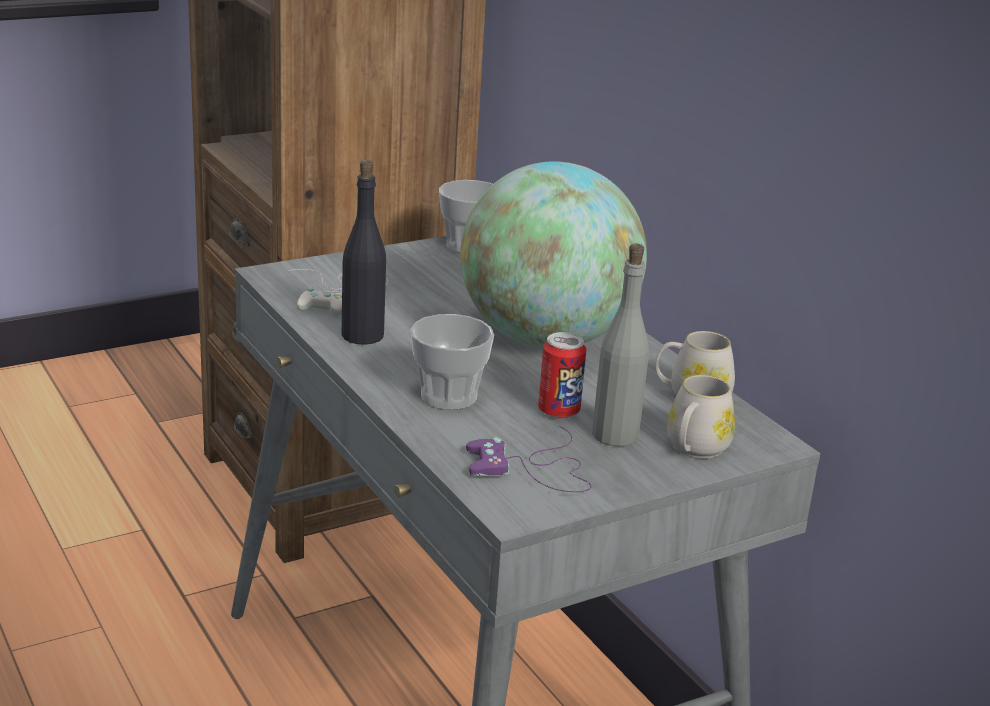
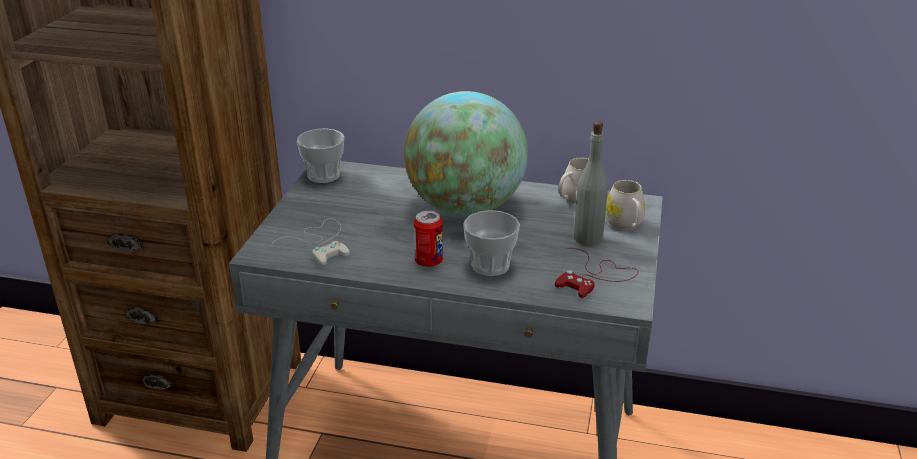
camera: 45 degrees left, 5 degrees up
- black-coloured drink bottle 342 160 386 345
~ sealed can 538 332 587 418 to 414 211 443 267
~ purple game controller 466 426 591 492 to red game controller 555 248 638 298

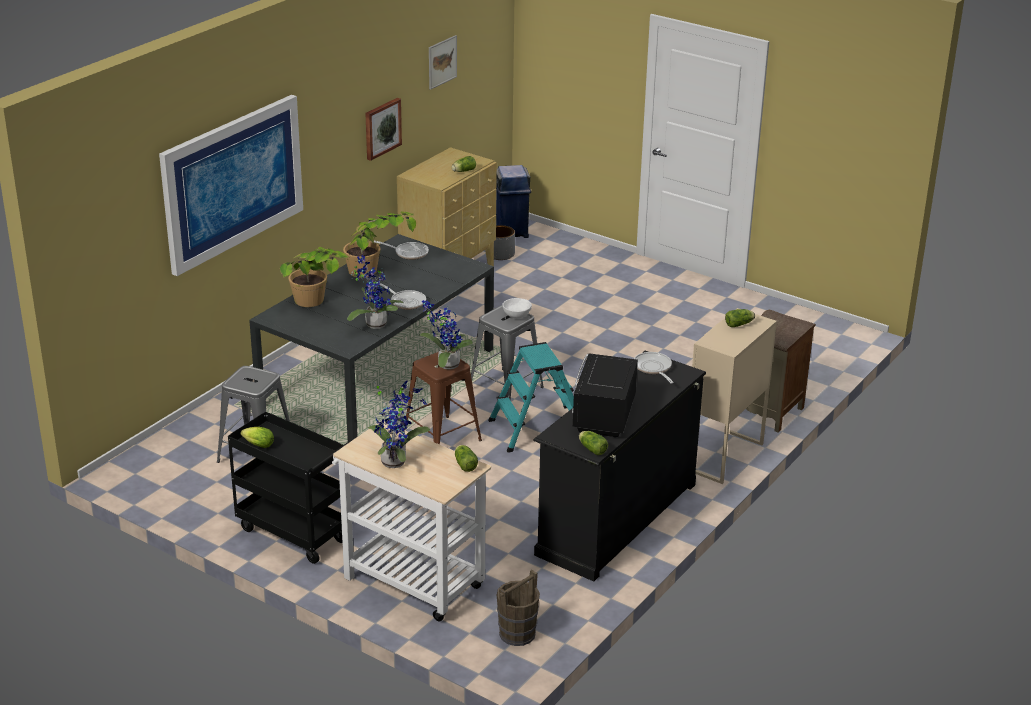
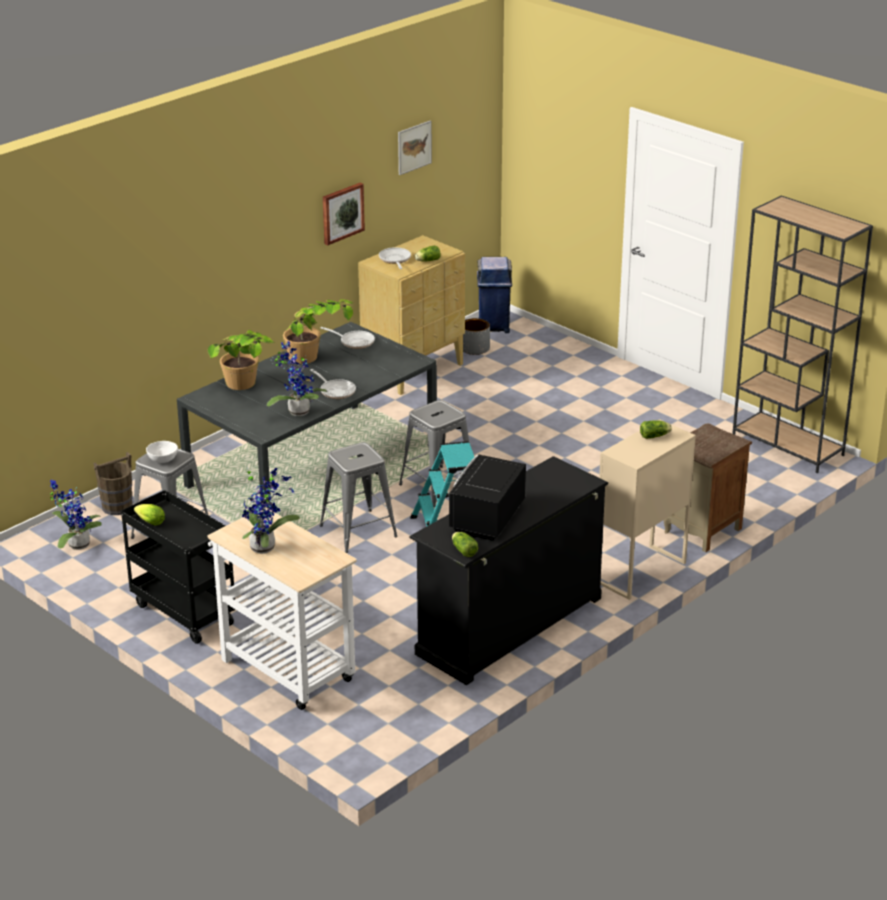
camera: 10 degrees right, 0 degrees up
- picture 159 95 303 276
- lettuce head 455 445 478 472
+ bookcase 732 196 873 473
~ potted plant 419 300 473 370 to 50 480 102 550
~ brown-coloured bucket 497 570 540 646 to 93 452 133 515
~ white-coloured deep dish 502 298 532 318 to 146 441 178 463
~ skillet 634 352 674 384 to 379 247 411 269
~ brown-coloured stool seat 406 352 482 445 to greyish stool seat 320 442 398 553

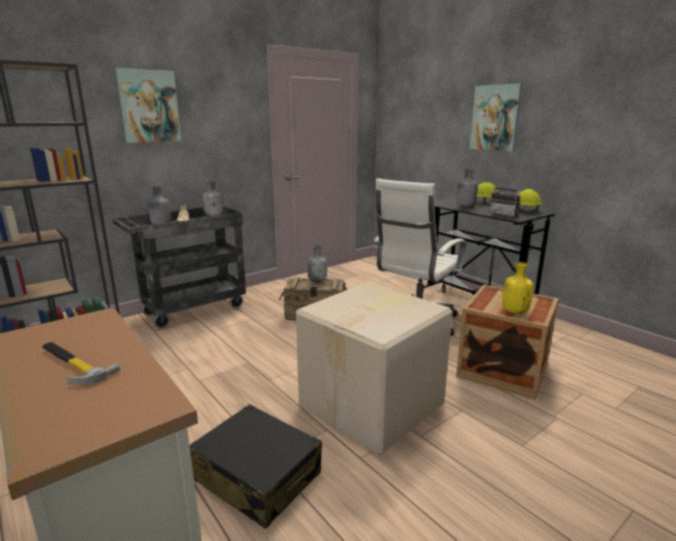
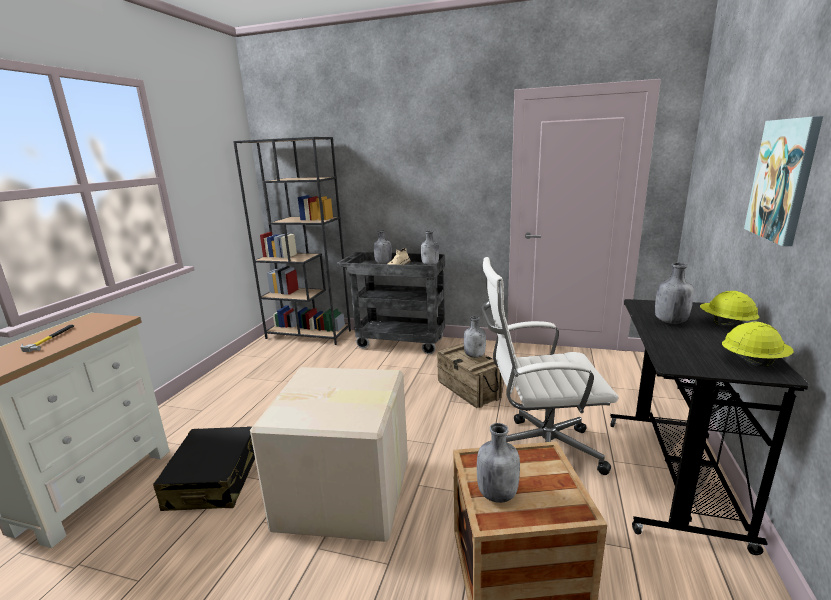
camera: 55 degrees right, 0 degrees up
- picture 114 68 181 143
- radio receiver 489 180 521 217
~ yellow drink bottle 502 262 533 314 to greyish drink bottle 477 423 520 503

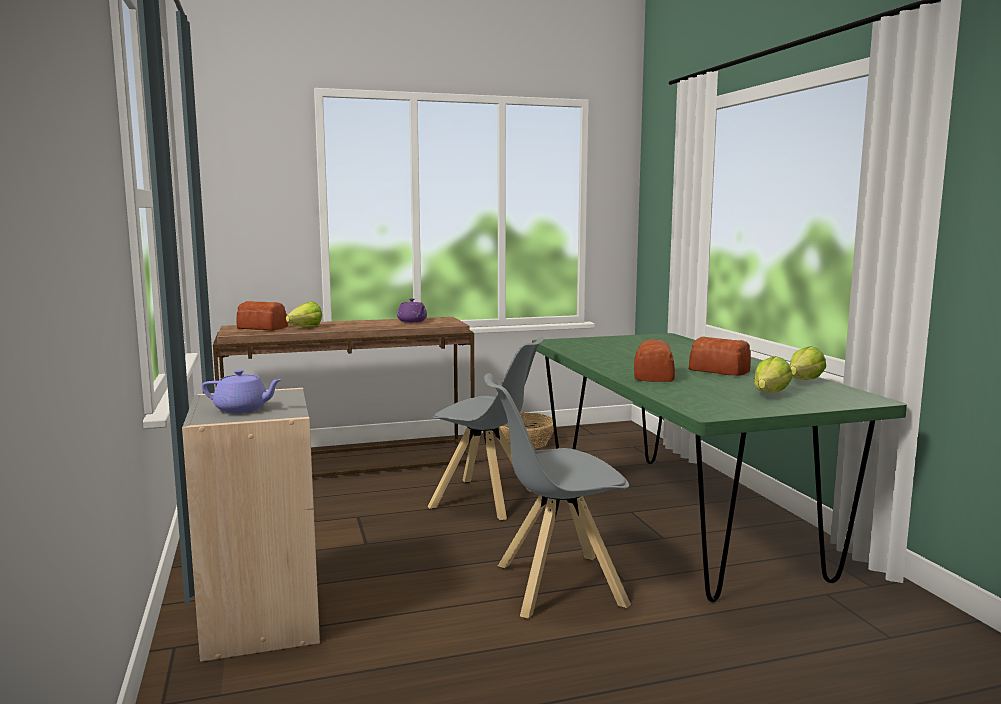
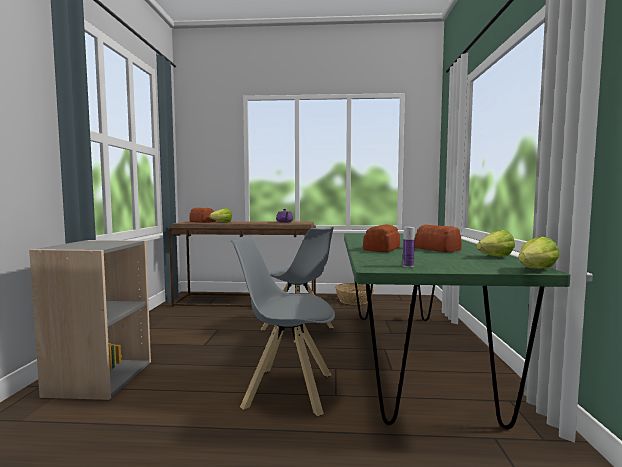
camera: 20 degrees right, 5 degrees down
- purple pot for tea 202 370 283 413
+ drink bottle 403 227 415 267
~ lettuce head 754 356 793 392 to 519 236 559 269

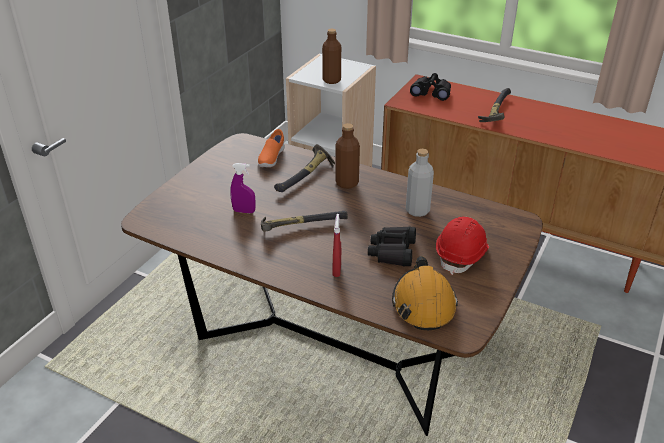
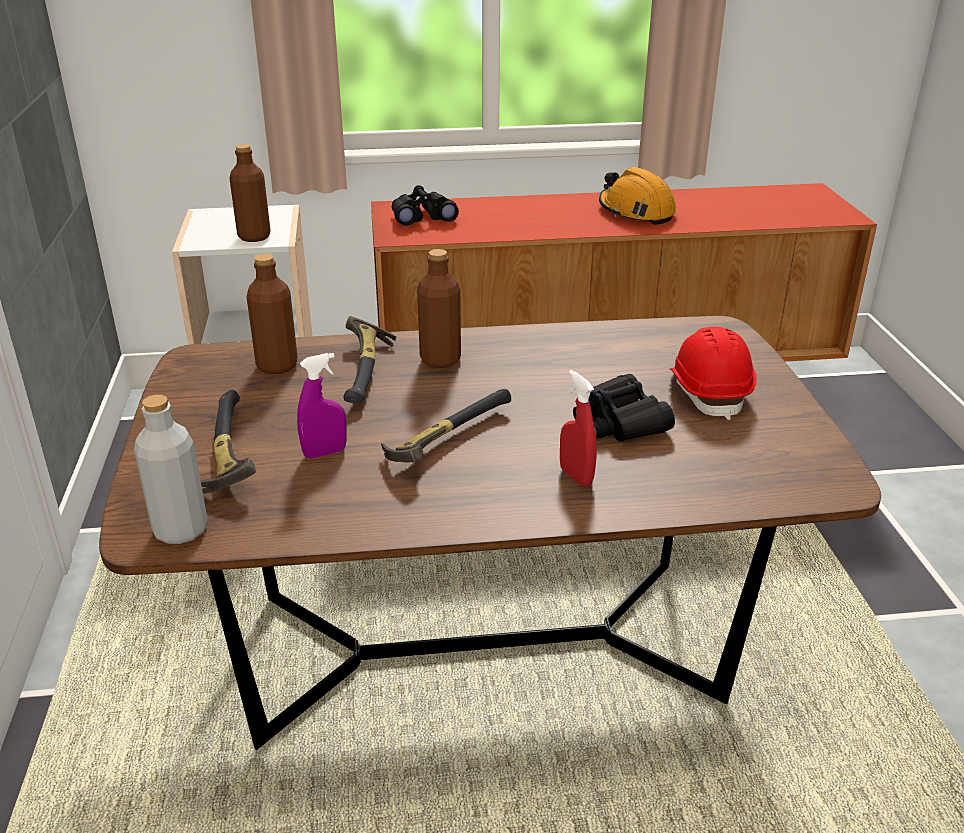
camera: 35 degrees left, 5 degrees down
~ orangey work helmet 392 256 458 330 to 599 167 676 225
~ greyish drink bottle 406 149 434 217 to 134 395 208 544
~ tool hammer 478 88 511 122 to 201 390 256 494
~ orangey item of footwear 258 129 285 167 to brown-coloured drink bottle 247 254 298 374

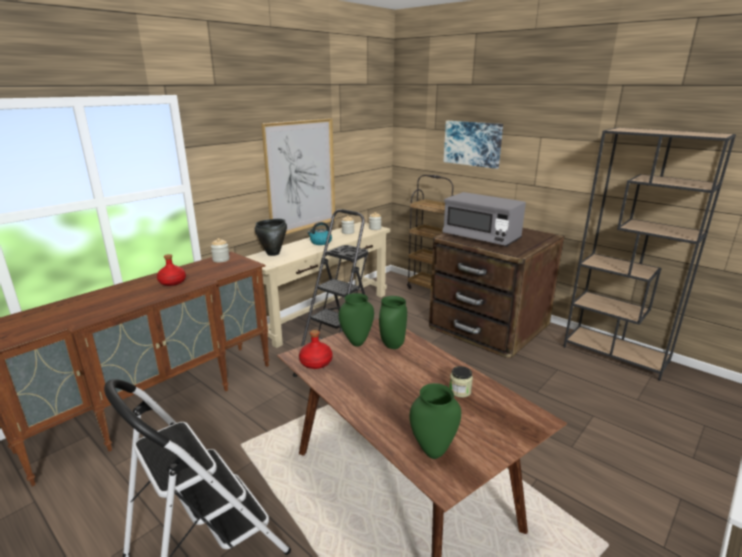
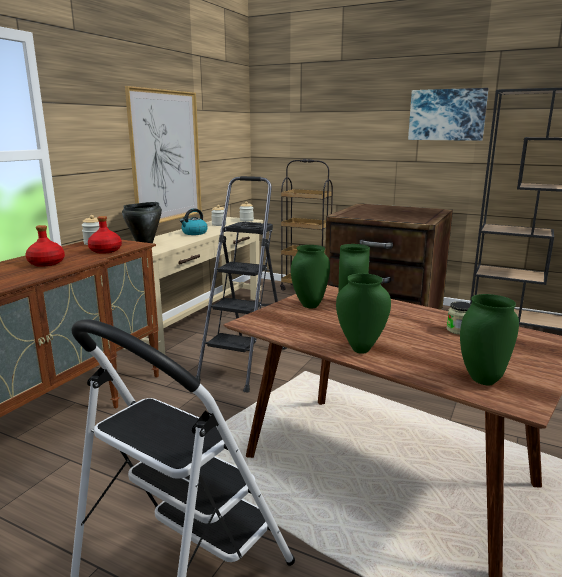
camera: 15 degrees left, 5 degrees down
- greyish kitchen microwave 442 192 526 247
+ green flower vase 336 273 391 354
~ red drink bottle 299 330 332 369 to 88 216 122 254
~ picture 443 121 503 169 to 408 88 489 141

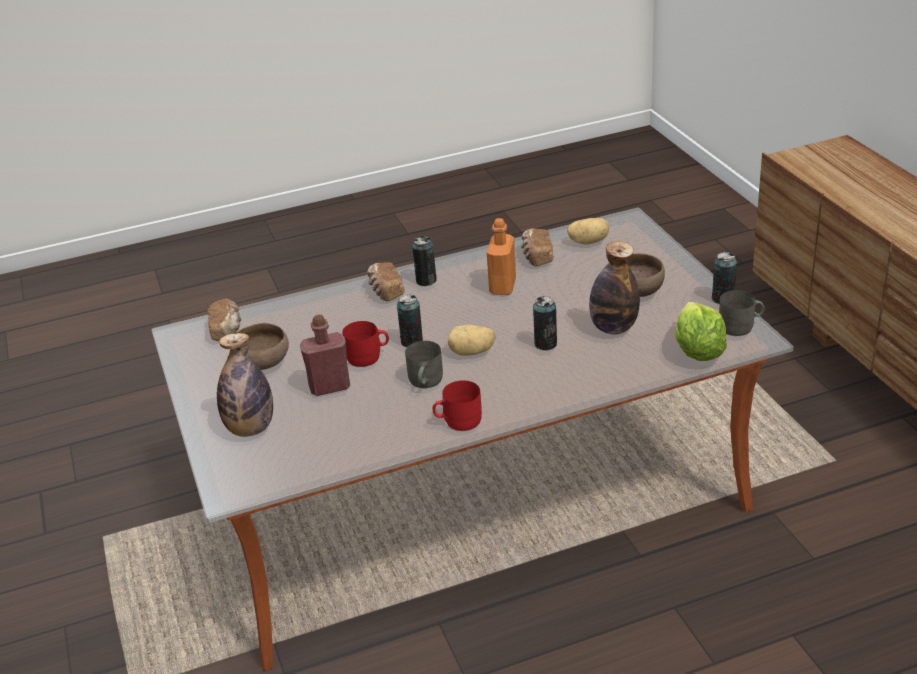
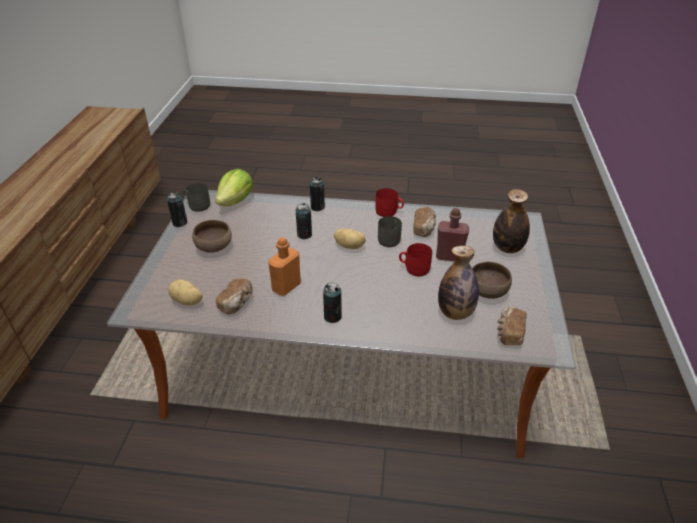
camera: 155 degrees left, 5 degrees up
~ bakery bread 367 263 404 301 to 413 207 436 237
~ sealed can 397 295 423 347 to 310 177 325 211
~ drink bottle 589 241 640 335 to 438 246 479 320

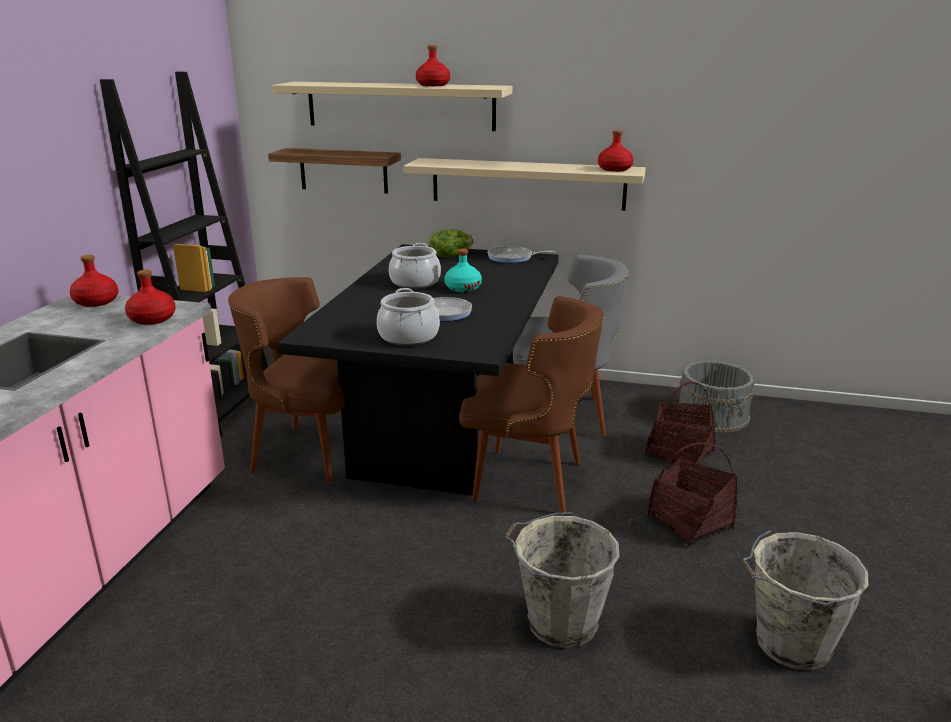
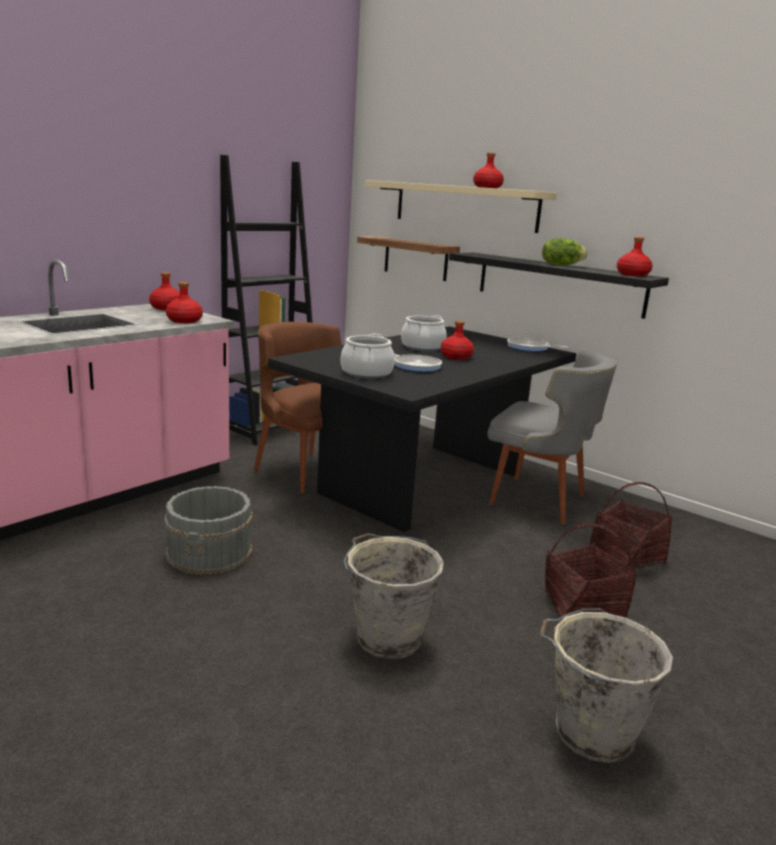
camera: 25 degrees right, 5 degrees down
- brown-coloured plain chair 459 296 604 513
~ lettuce head 429 229 473 257 to 542 238 588 265
~ greyish bucket 678 361 755 433 to 164 486 253 575
~ beige-coloured bracket shelf 403 158 646 211 to black-coloured bracket shelf 449 252 669 319
~ turquoise-coloured drink bottle 444 249 482 292 to red drink bottle 441 321 474 360

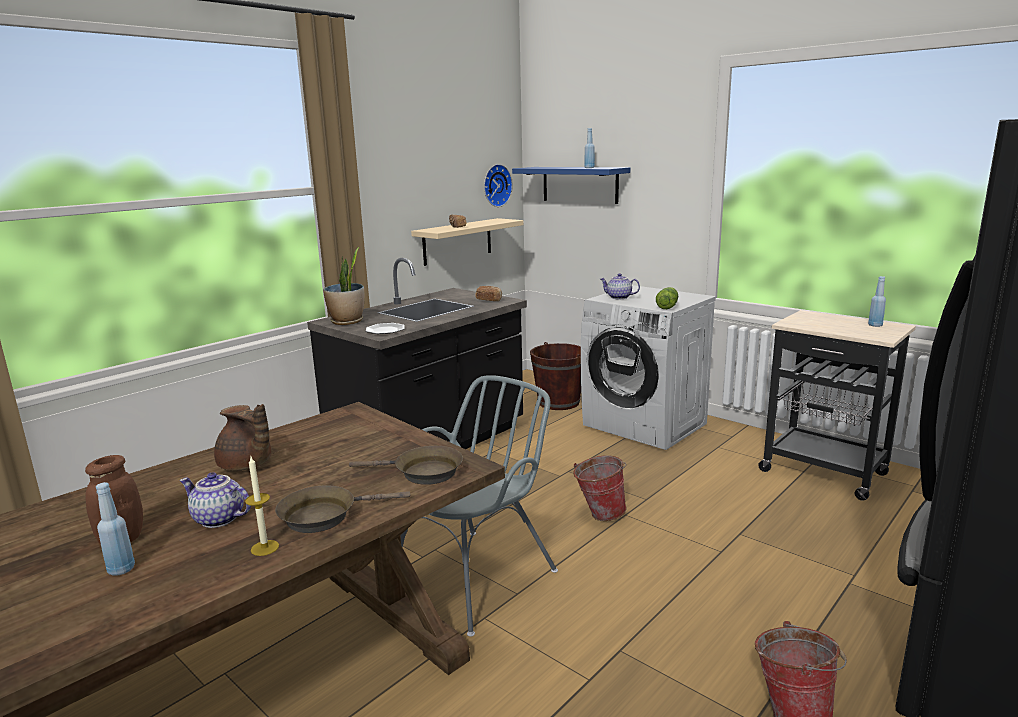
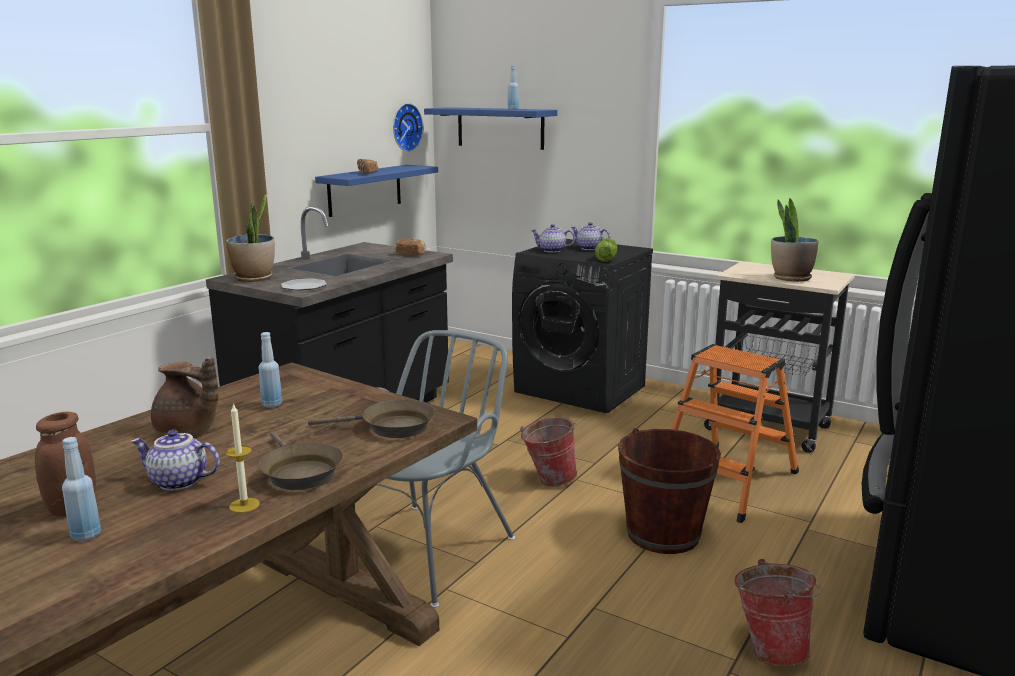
camera: 10 degrees left, 0 degrees up
+ pot for tea 571 222 610 250
+ orangey step ladder 671 344 799 523
+ potted plant 771 198 819 282
~ brown-coloured bucket 530 342 581 410 to 618 428 721 554
~ blue drink bottle 868 276 886 327 to 258 332 282 408
~ beige-coloured bracket shelf 411 218 523 266 to blue bracket shelf 315 165 438 217
~ white-coloured laundry appliance 581 285 716 450 to black-coloured laundry appliance 512 239 653 414
~ brown-coloured skillet 275 485 410 533 = 259 432 343 490 90 degrees counterclockwise

